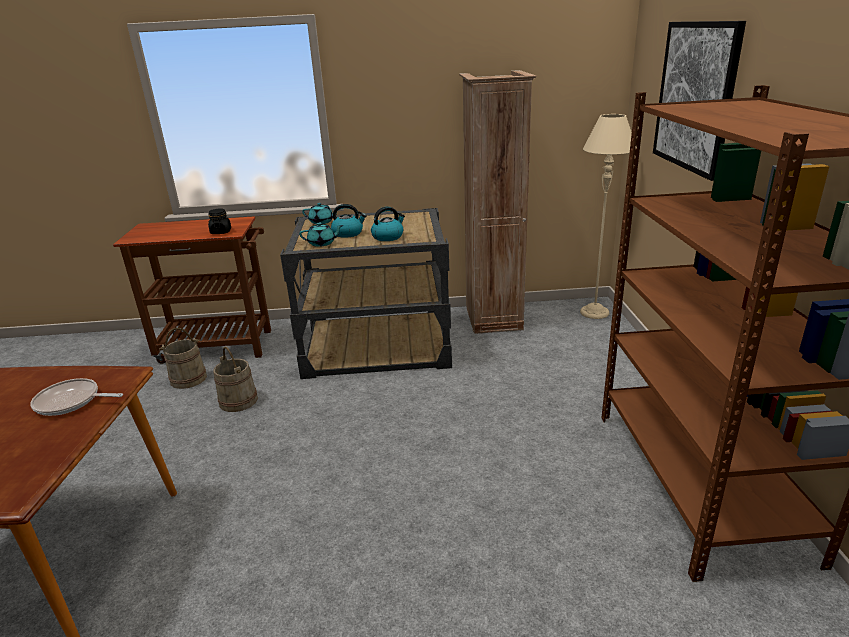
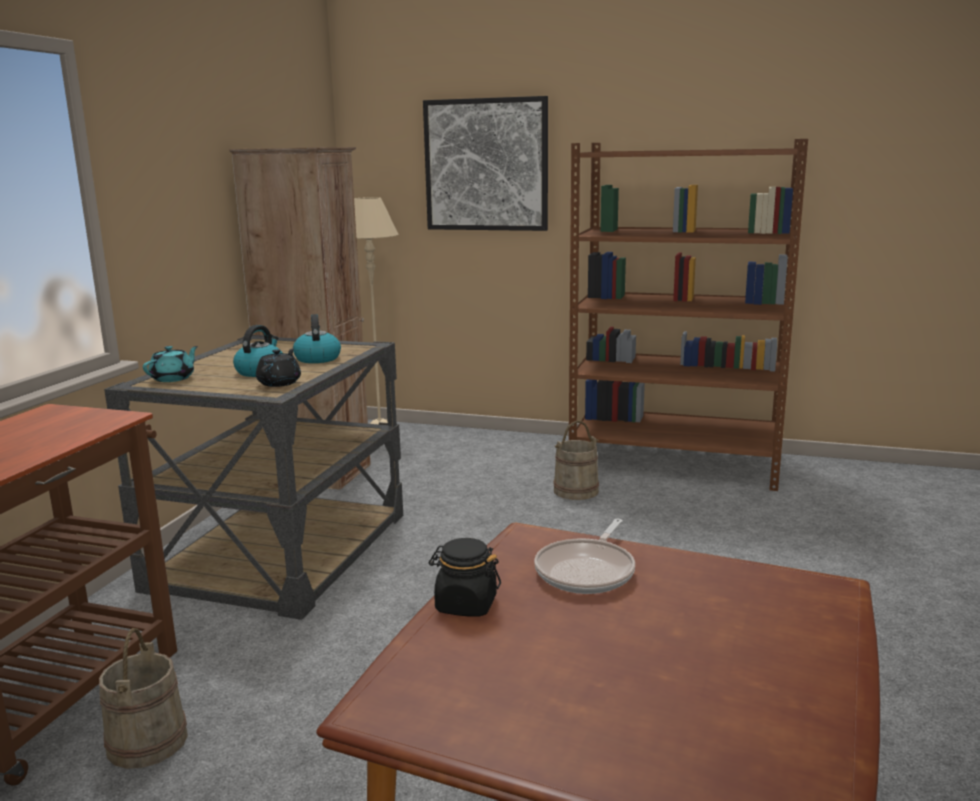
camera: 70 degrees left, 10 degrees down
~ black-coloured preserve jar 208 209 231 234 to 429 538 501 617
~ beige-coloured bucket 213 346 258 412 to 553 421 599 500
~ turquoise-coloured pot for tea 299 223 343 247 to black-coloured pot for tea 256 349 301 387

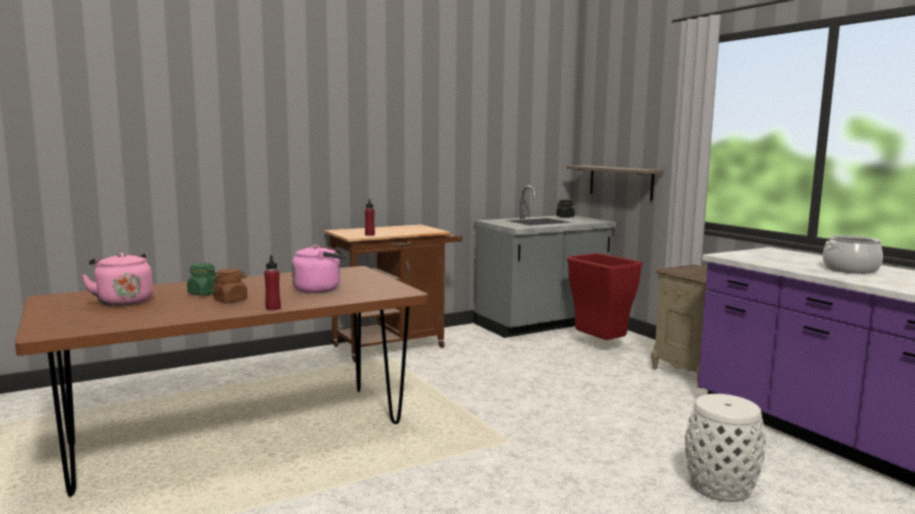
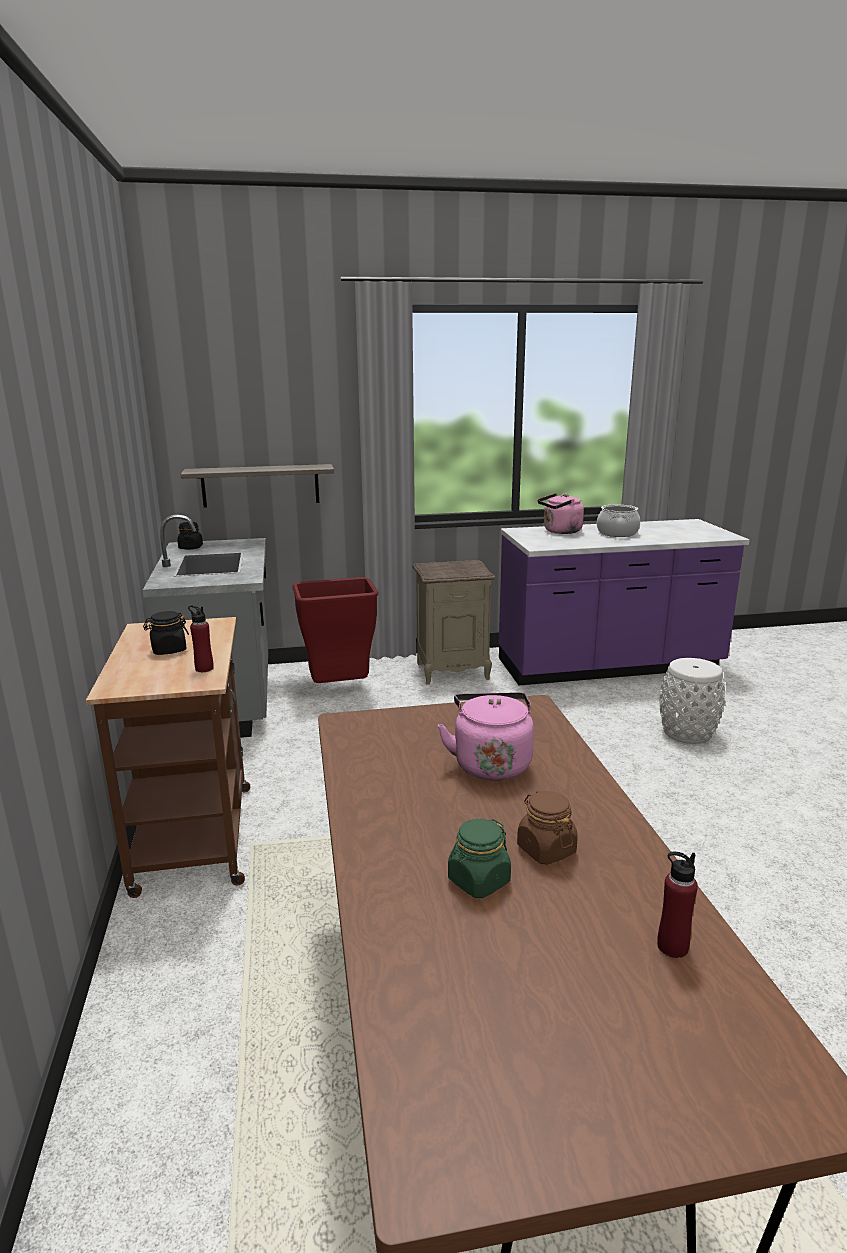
camera: 70 degrees left, 10 degrees up
+ black-coloured preserve jar 143 611 189 655
~ pink water kettle 81 252 153 306 to 538 493 584 534
~ red drink bottle 264 255 281 310 to 657 852 698 958

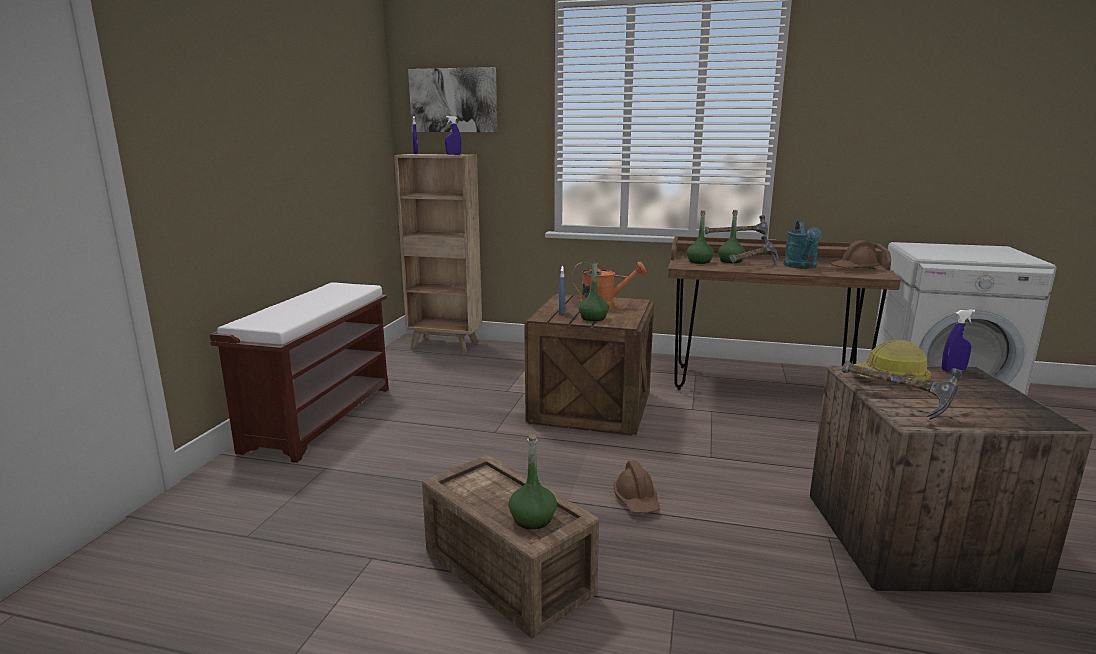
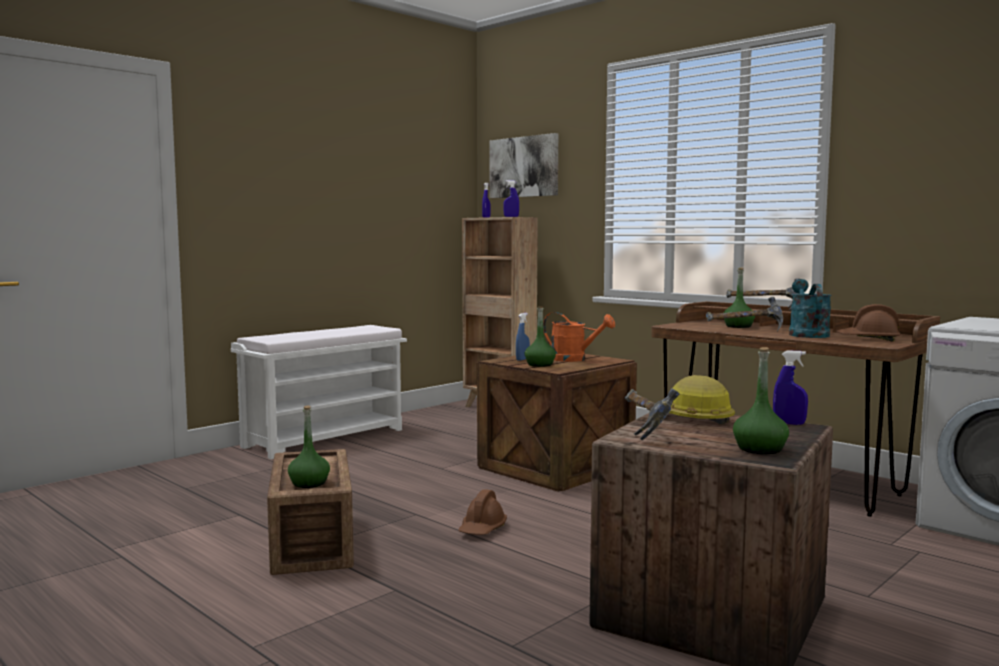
camera: 30 degrees right, 10 degrees down
~ green drink bottle 687 210 714 264 to 733 347 789 454
~ brown-coloured indoor bench 210 282 389 463 to white-coloured indoor bench 231 325 407 459
~ turquoise-coloured watering pot 783 221 822 269 = 789 279 832 338 150 degrees clockwise

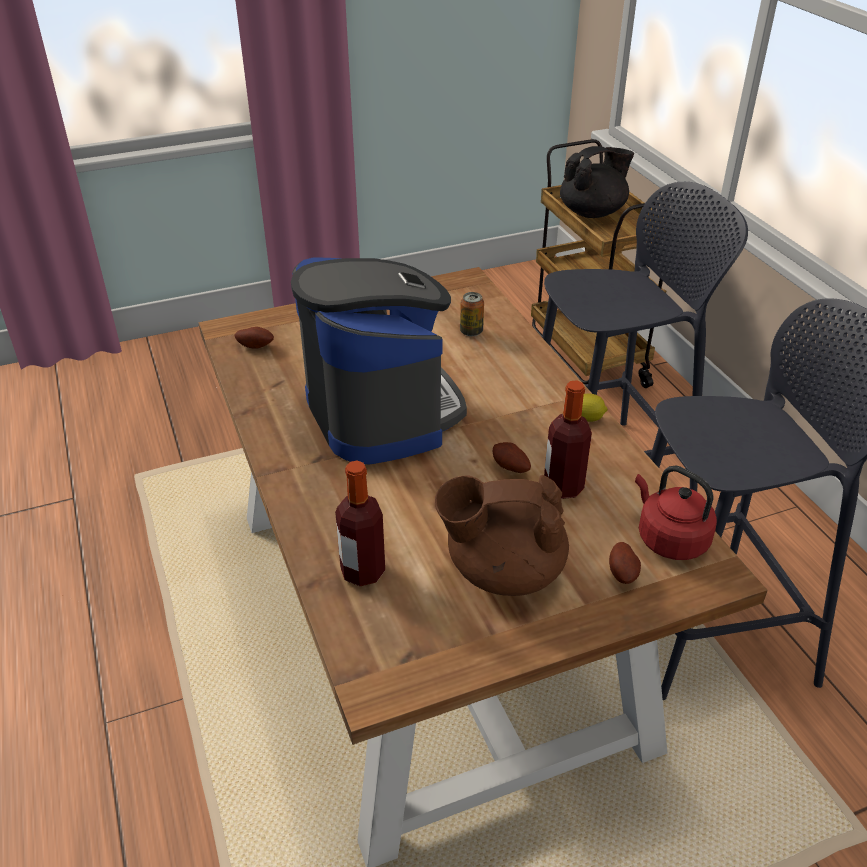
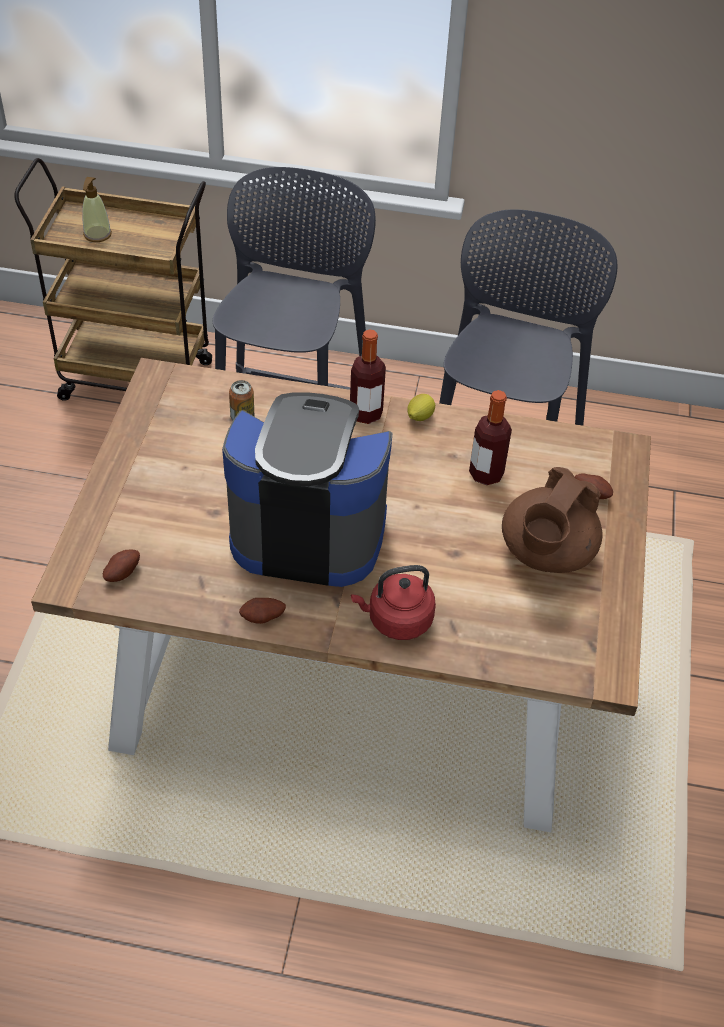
camera: 60 degrees left, 10 degrees up
~ drink bottle 335 460 385 586 to 350 329 386 424
~ whole potato 492 442 531 473 to 239 598 286 624
~ red water kettle 635 466 717 560 to 351 565 436 640
~ black-coloured pot for tea 560 146 634 218 to liquid soap bottle 82 177 112 242

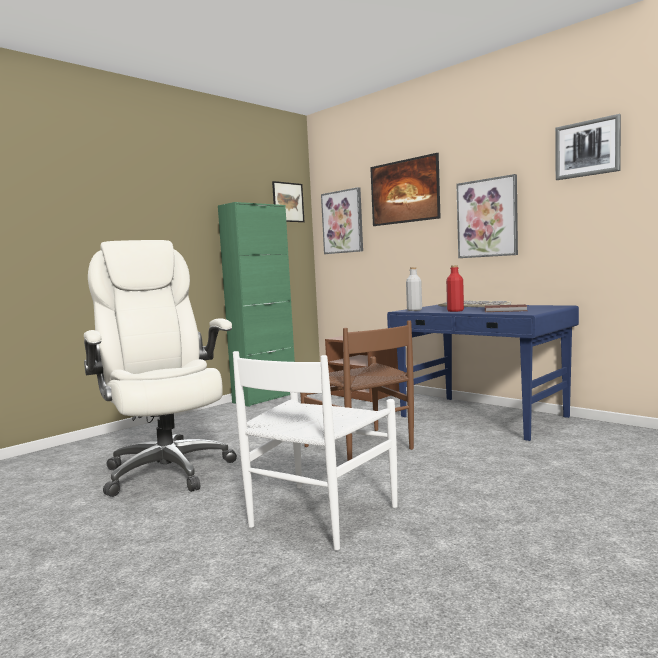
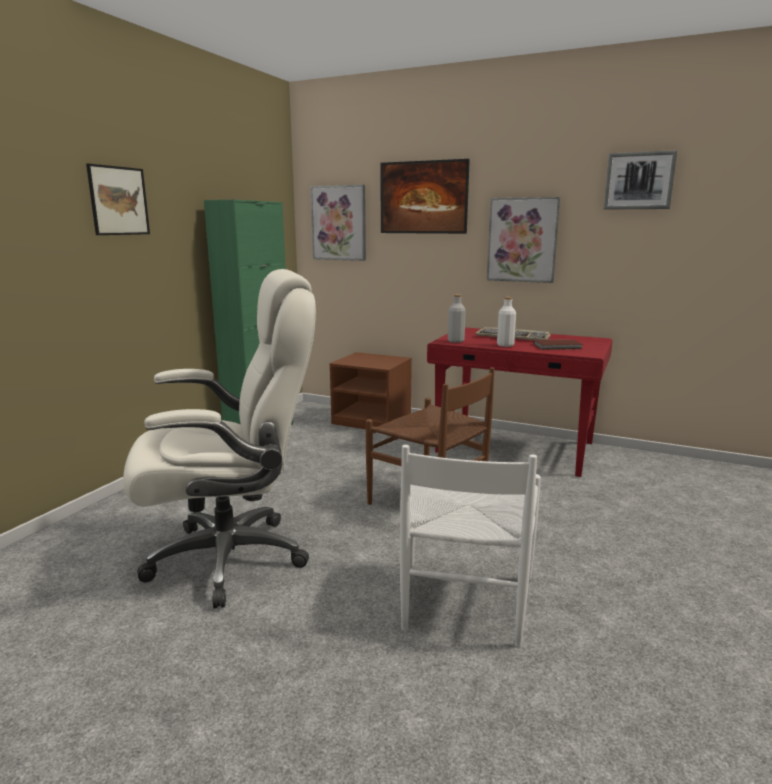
camera: 20 degrees left, 10 degrees up
~ picture 272 181 304 222 to 86 163 150 235
~ blue desk 387 305 579 441 to red desk 427 327 612 477
~ red drink bottle 446 265 464 312 to white-coloured drink bottle 497 297 516 347
~ white-coloured computer chair 84 240 237 497 = 123 269 316 608 120 degrees clockwise

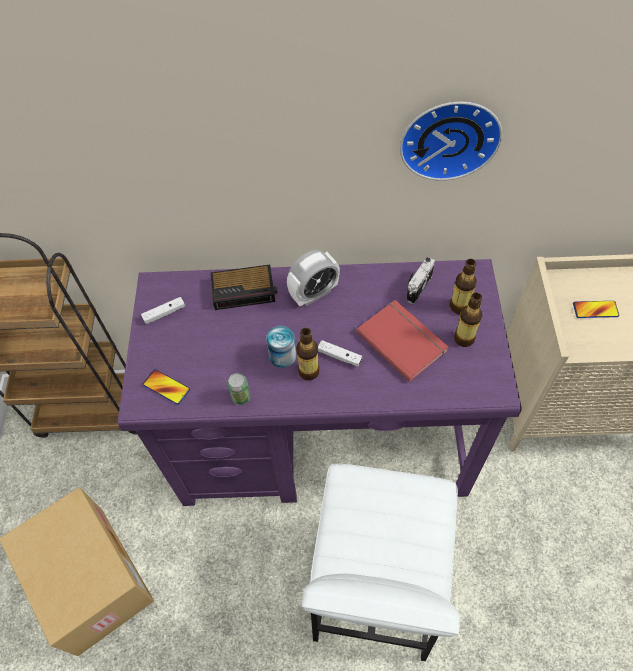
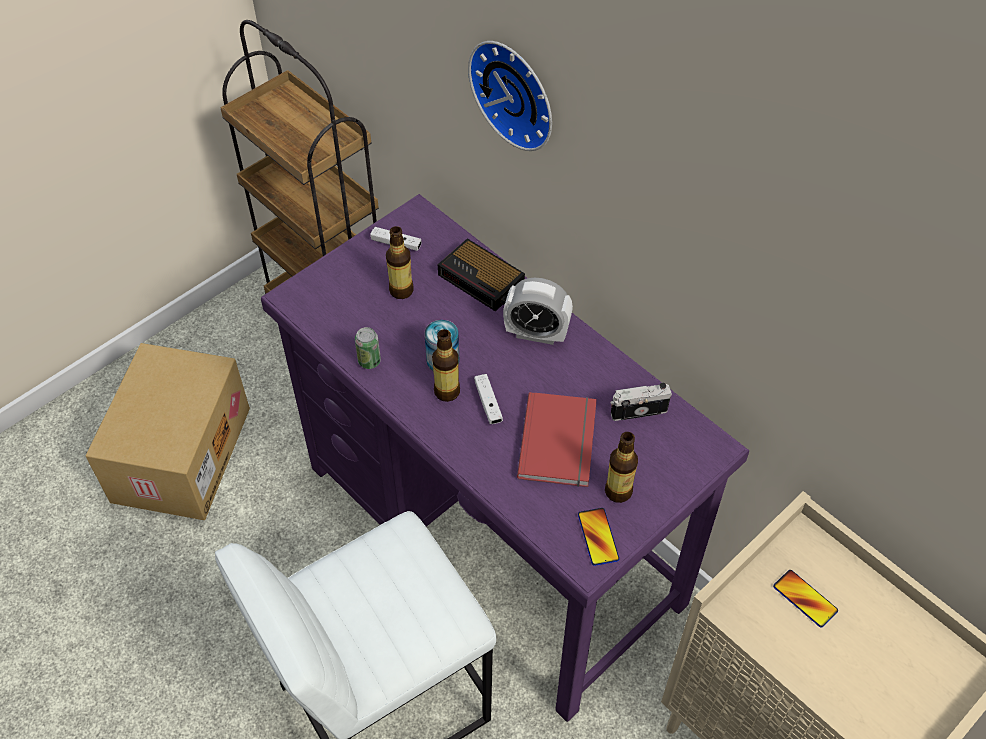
camera: 45 degrees right, 5 degrees down
~ telephone 143 369 190 405 to 578 508 619 566
~ wall clock 400 102 502 181 to 468 41 552 151
~ drink bottle 450 259 477 314 to 386 226 414 299

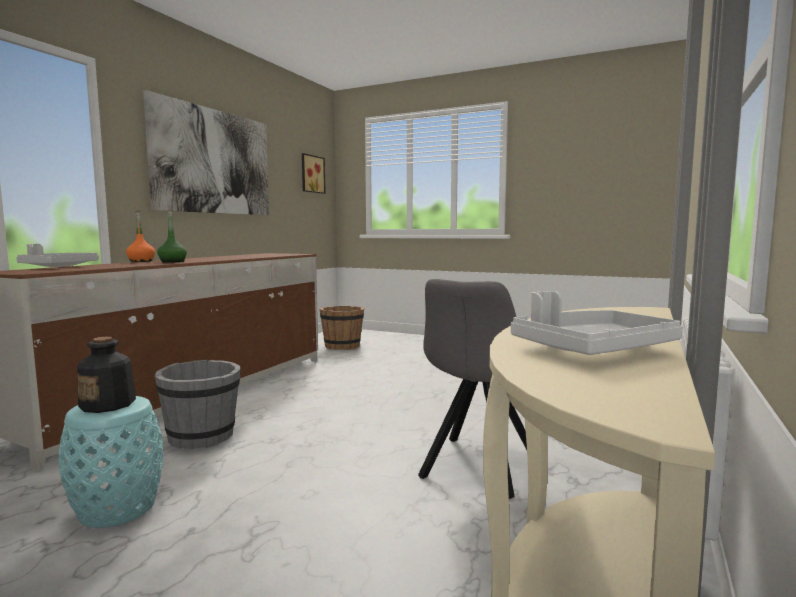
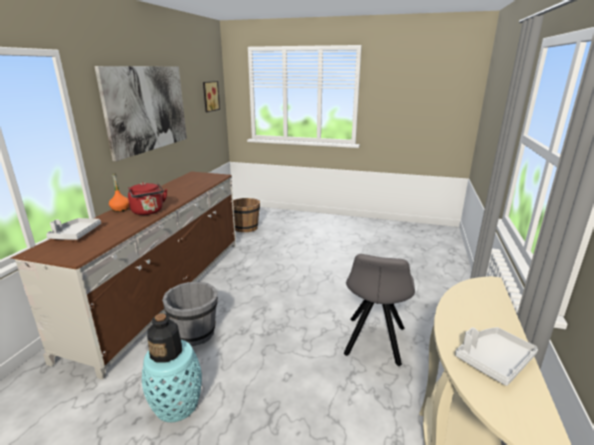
camera: 10 degrees left, 15 degrees up
~ green drink bottle 157 209 187 263 to red water kettle 128 182 168 215

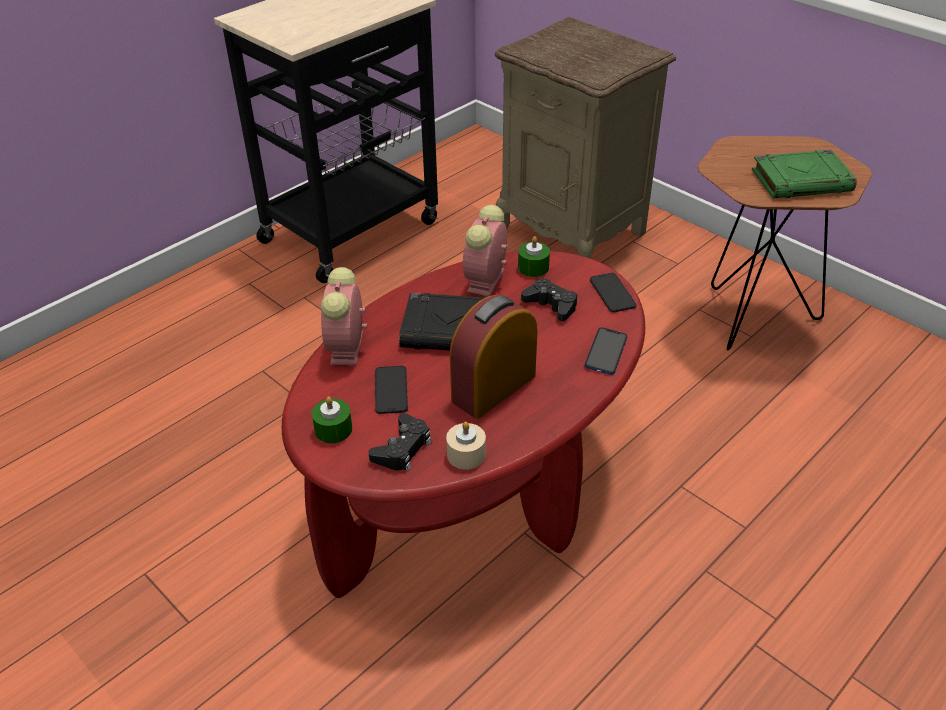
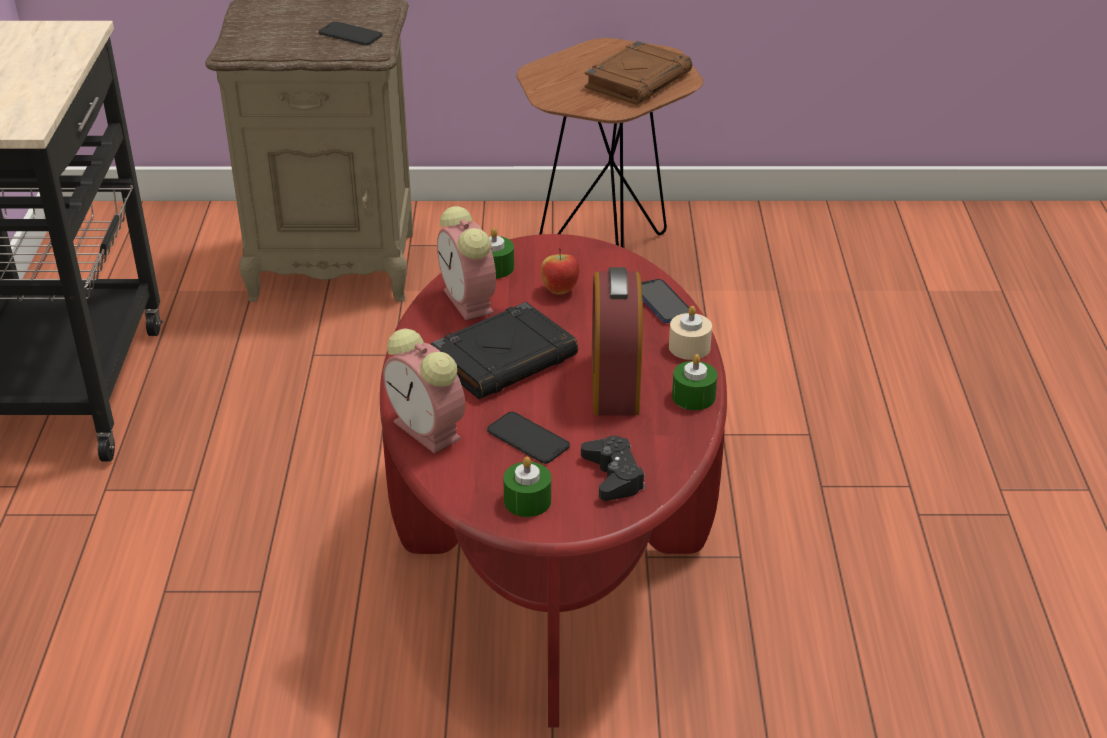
camera: 45 degrees left, 5 degrees down
+ green wax candle 672 354 717 410
~ beige-coloured wax candle 446 422 486 470 to 669 306 712 360
~ telephone 590 273 636 312 to 319 22 383 45
~ black-coloured game controller 521 278 577 321 to apple 541 248 579 294
~ green volume 752 150 857 198 to brown-coloured volume 584 41 692 105

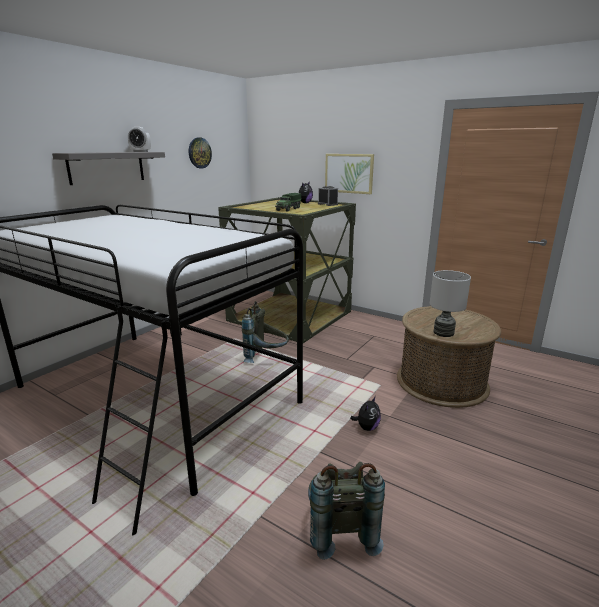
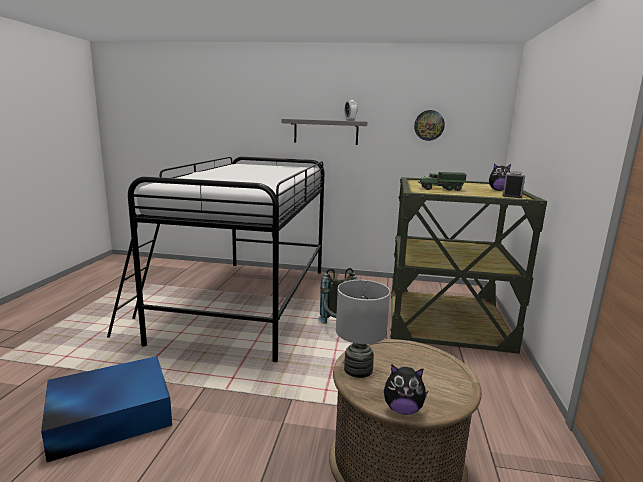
camera: 65 degrees right, 5 degrees down
- picture 325 154 374 194
~ cuddly toy 350 396 381 431 to 384 365 428 414
~ greyish rucksack 308 462 385 560 to blue storage bin 41 356 172 462

